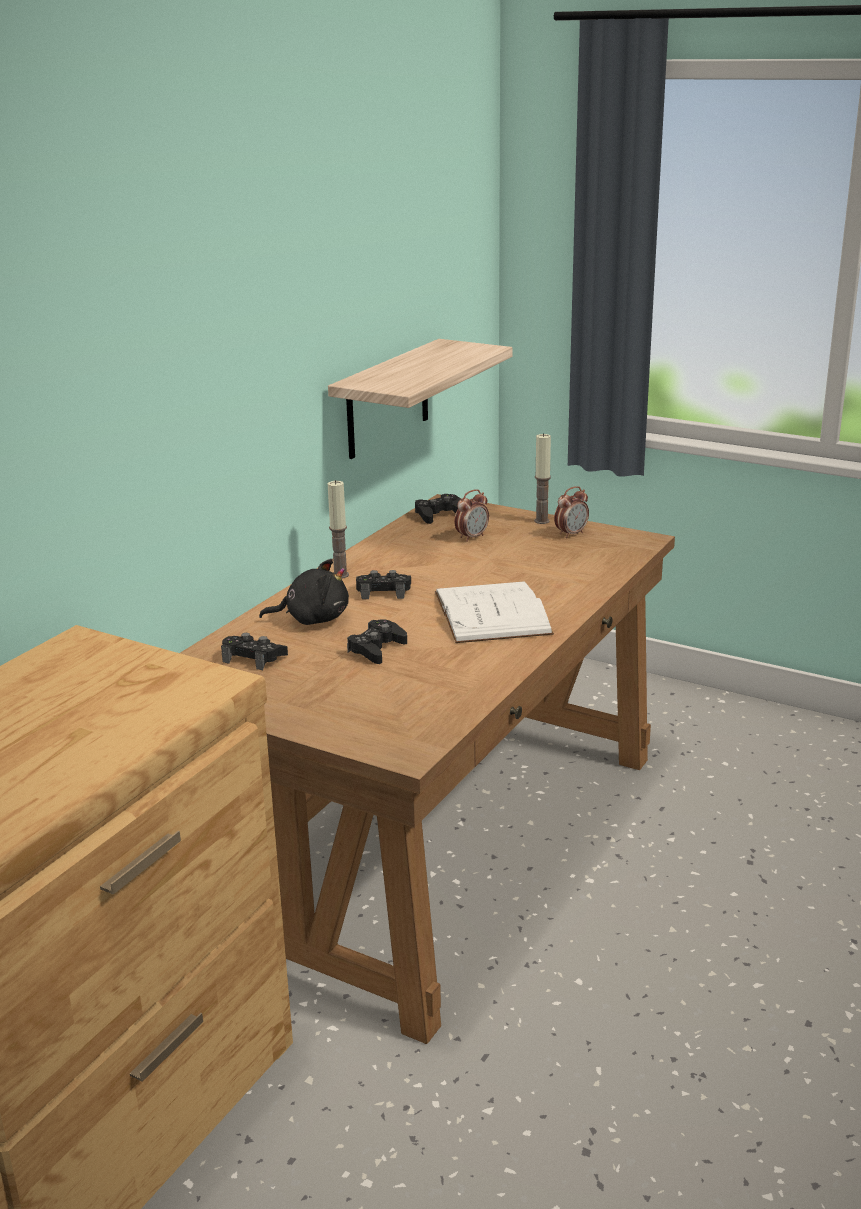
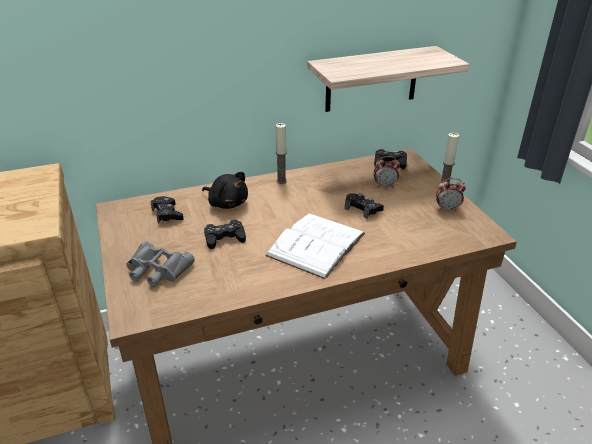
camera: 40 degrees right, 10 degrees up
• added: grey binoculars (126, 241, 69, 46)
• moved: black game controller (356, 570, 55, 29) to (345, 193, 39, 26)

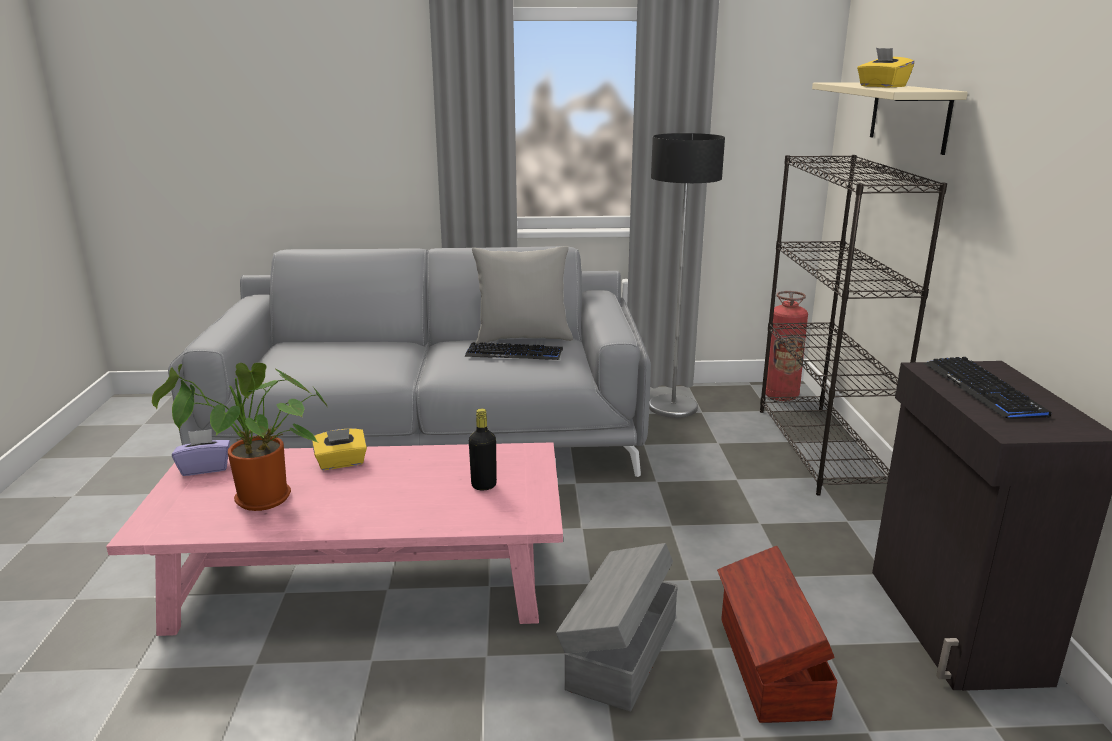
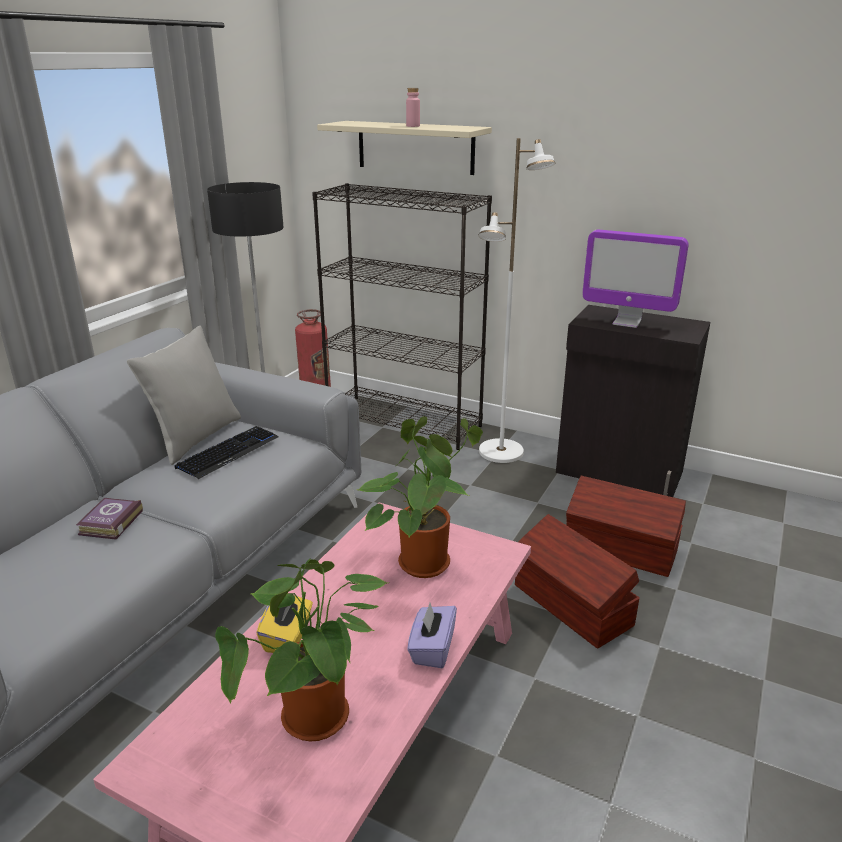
camera: 60 degrees left, 5 degrees up
• added: book (76, 498, 67, 42)
• replaced: black bottle (469, 409, 28, 81) to potted plant (357, 416, 126, 162)
• replaced: yellow tissue box (857, 48, 58, 40) to pink bottle (406, 88, 14, 39)
• moved: purple tissue box (172, 429, 58, 47) to (407, 603, 50, 65)
• added: white floor lamp (478, 138, 77, 325)
• recoloured: grey storage box (556, 543, 122, 169) to brown storage box (515, 514, 125, 135)
• replaced: keyboard (924, 357, 127, 62) to monitor (582, 230, 107, 98)

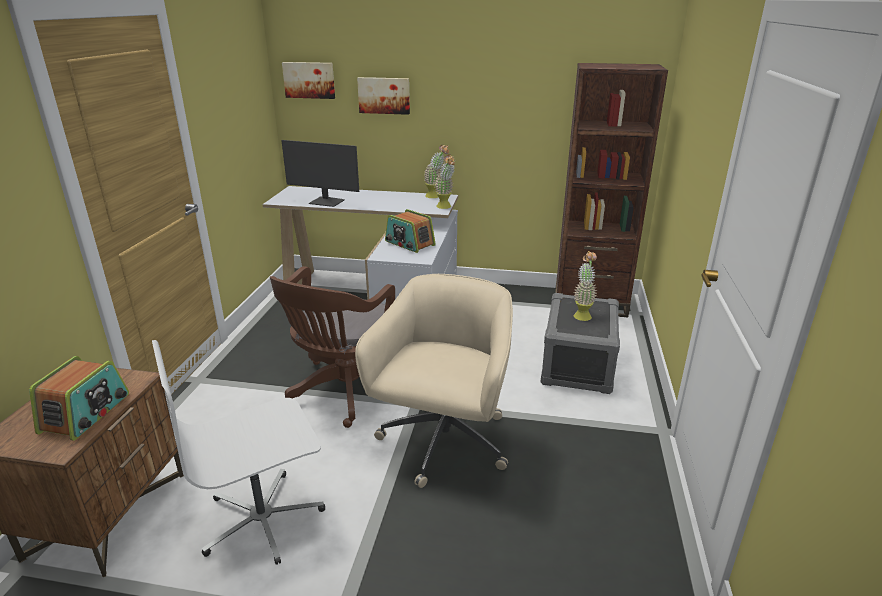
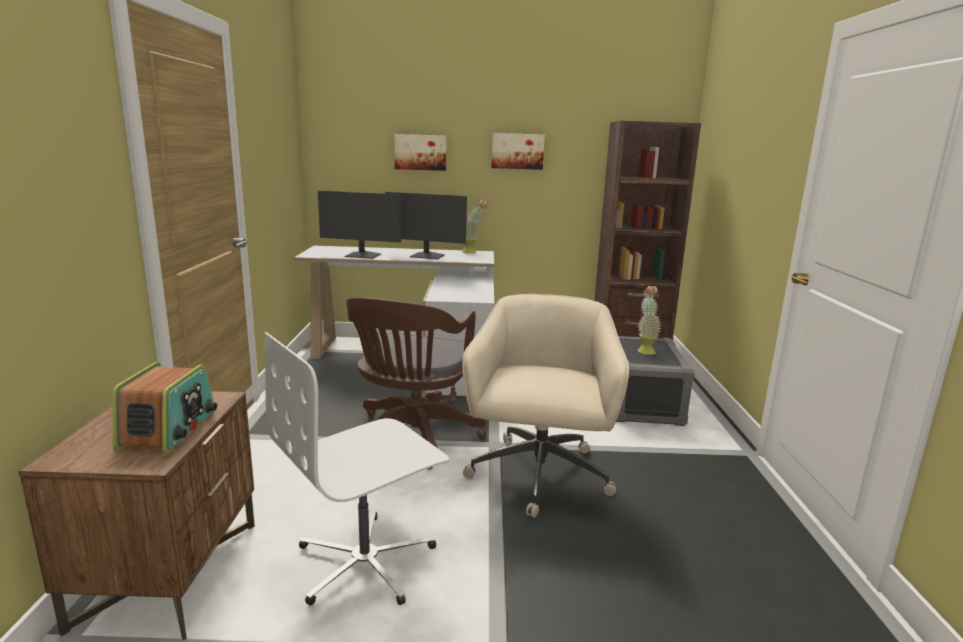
camera: 10 degrees left, 10 degrees down
• added: monitor (385, 192, 82, 67)
• moved: picture (282, 62, 53, 37) to (491, 133, 54, 37)
• removed: radio (385, 209, 51, 44)
• removed: potted plant (435, 154, 20, 55)

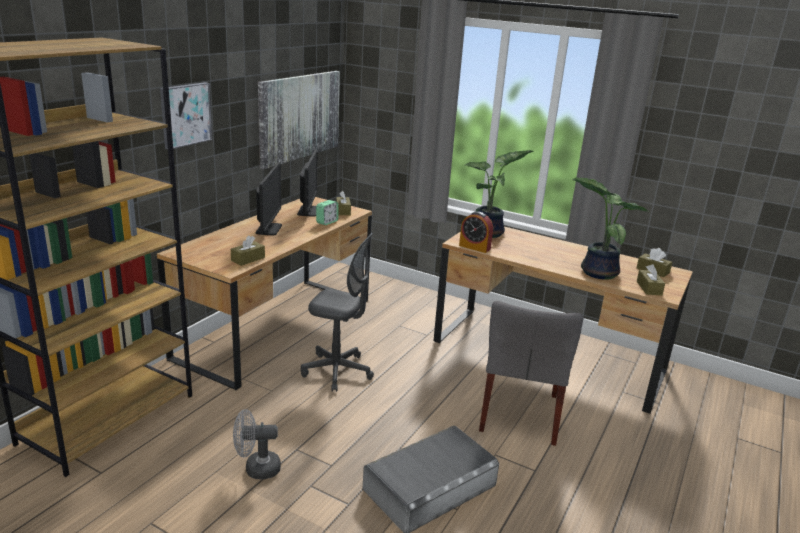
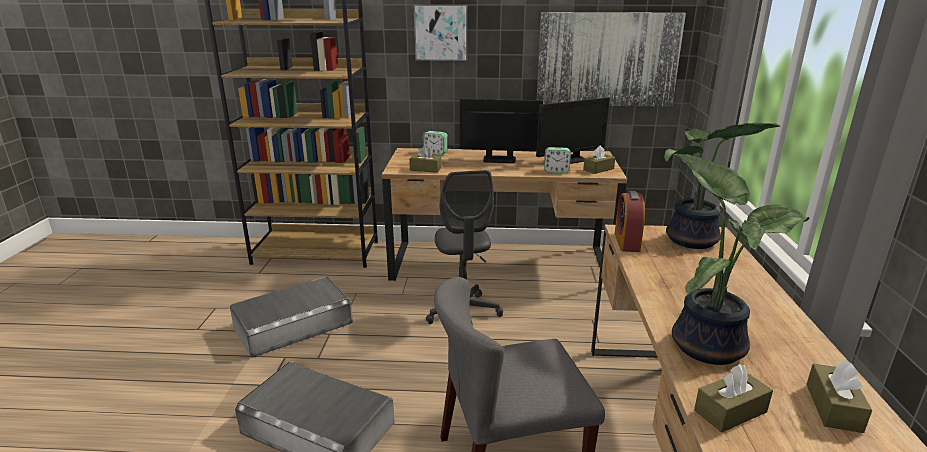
camera: 65 degrees right, 0 degrees up
• replaced: grey fan (233, 409, 48, 70) to grey storage box (230, 276, 123, 82)
• added: alarm clock (423, 131, 25, 24)
• turned: monitor (256, 162, 26, 73) = (460, 99, 83, 64) 150 degrees counterclockwise

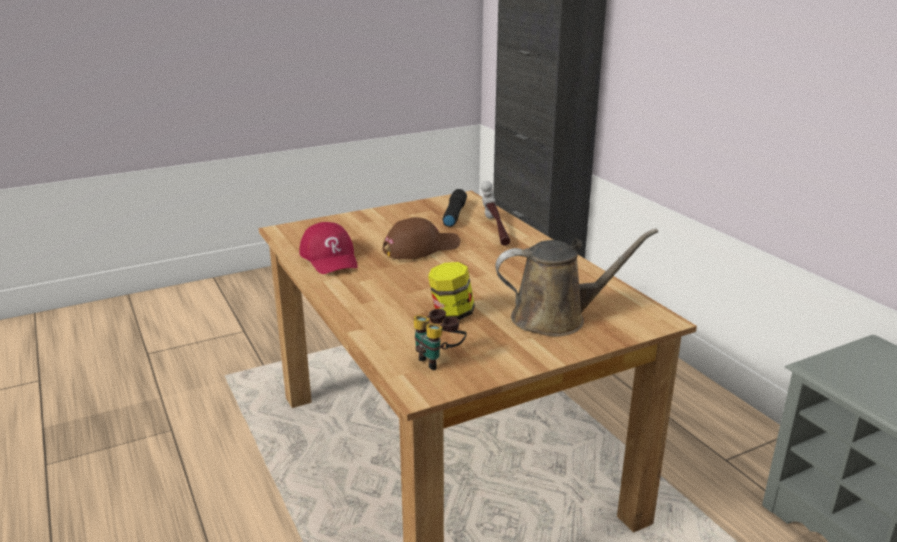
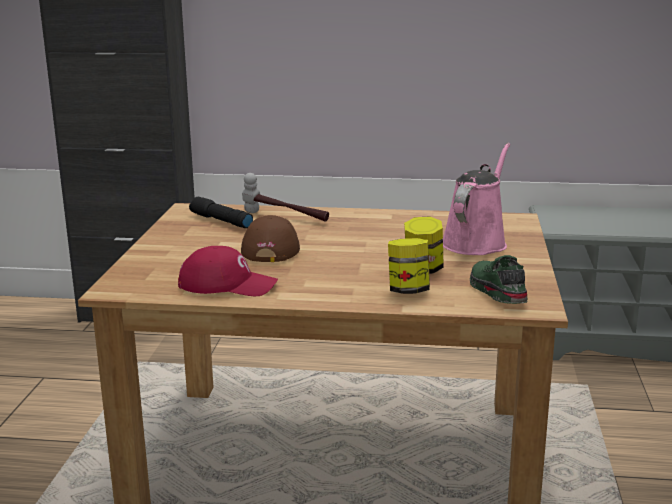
camera: 55 degrees left, 5 degrees down
• added: jar (388, 238, 42, 56)
• recoloured: brown watering can (495, 229, 163, 108) to pink watering can (443, 143, 67, 112)
• replaced: binoculars (414, 309, 52, 61) to green shoe (470, 255, 58, 49)

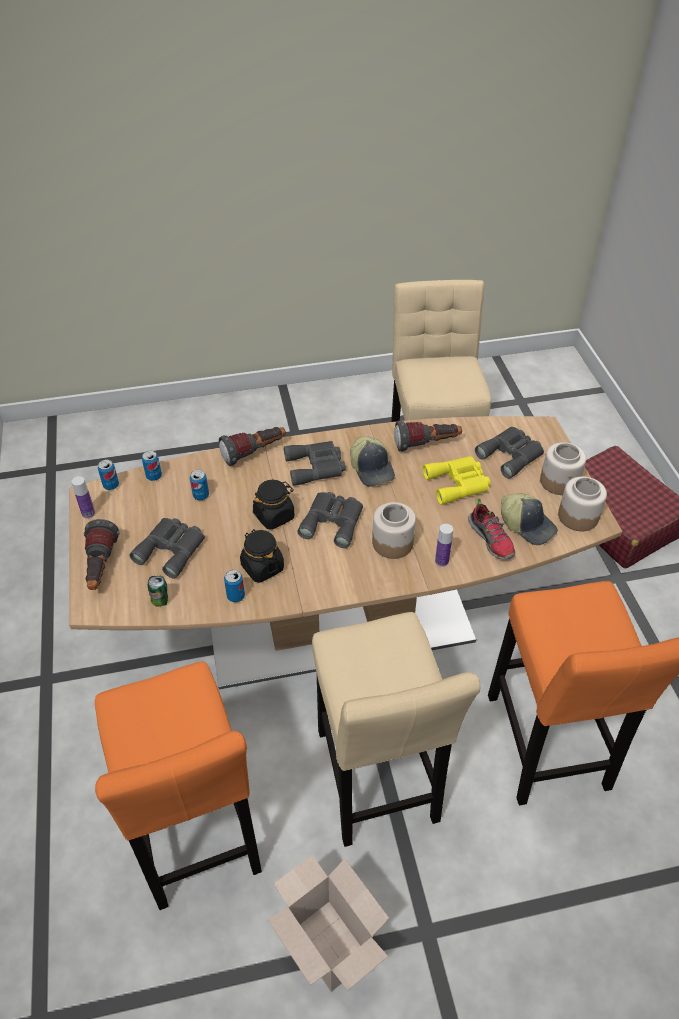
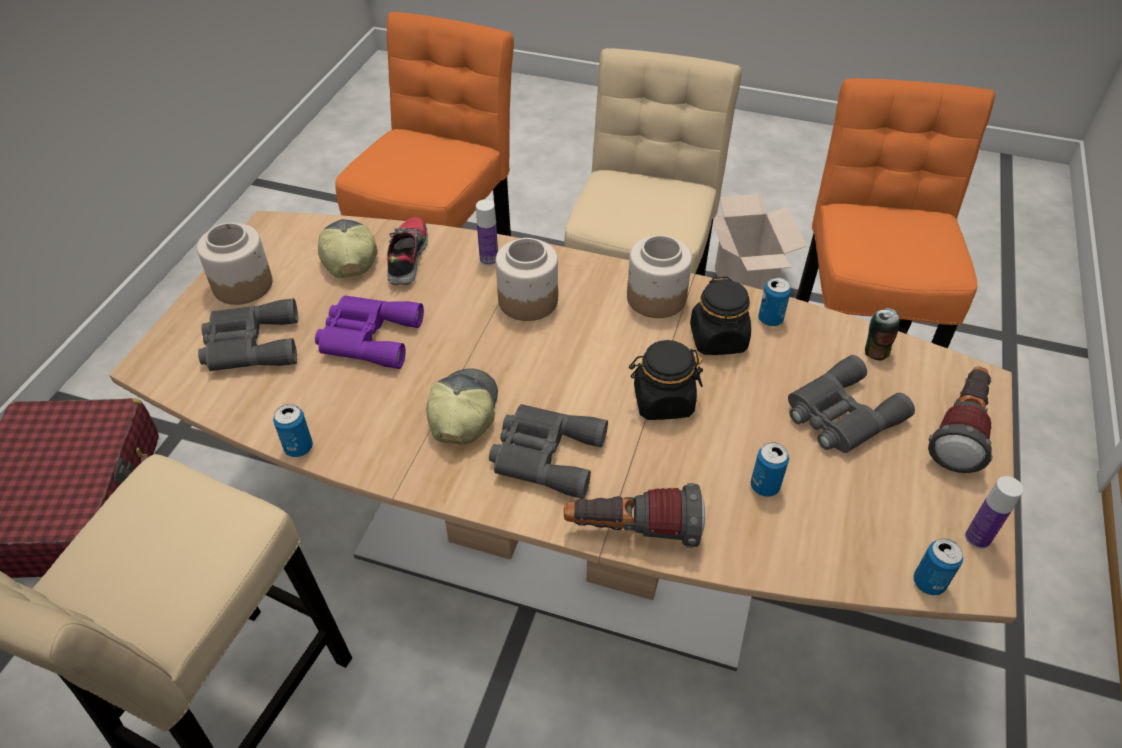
camera: 150 degrees left, 0 degrees up
• moved: can (142, 451, 20, 30) to (273, 404, 40, 53)
• recoloured: yellow binoculars (423, 456, 67, 49) to purple binoculars (315, 295, 109, 74)
• moved: jar (558, 476, 49, 55) to (627, 235, 65, 83)
• removed: grey binoculars (297, 492, 66, 56)
• removed: flashlight (394, 421, 68, 31)

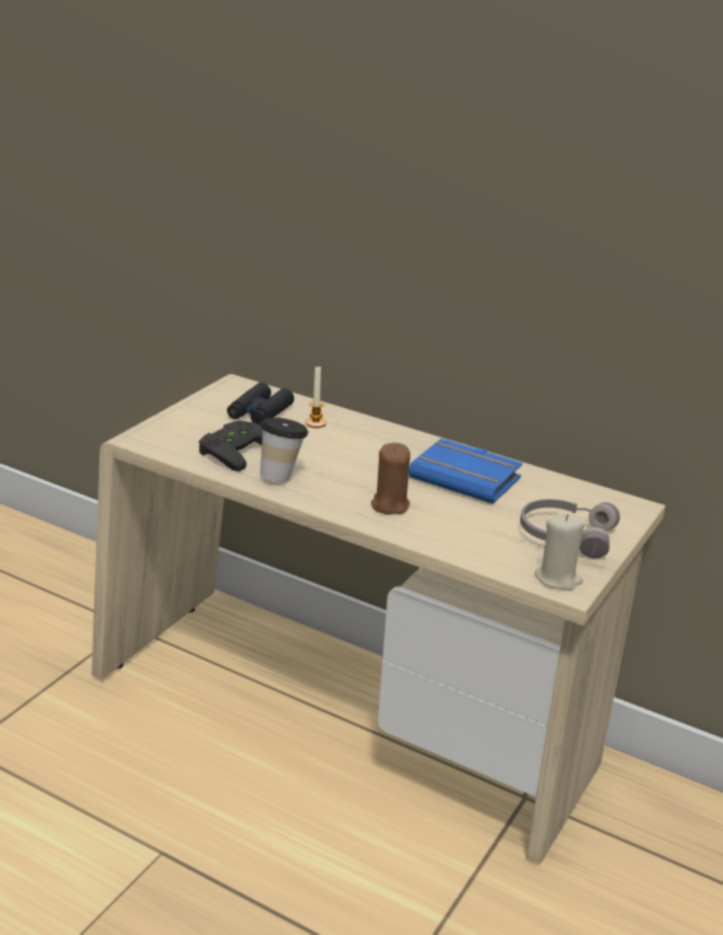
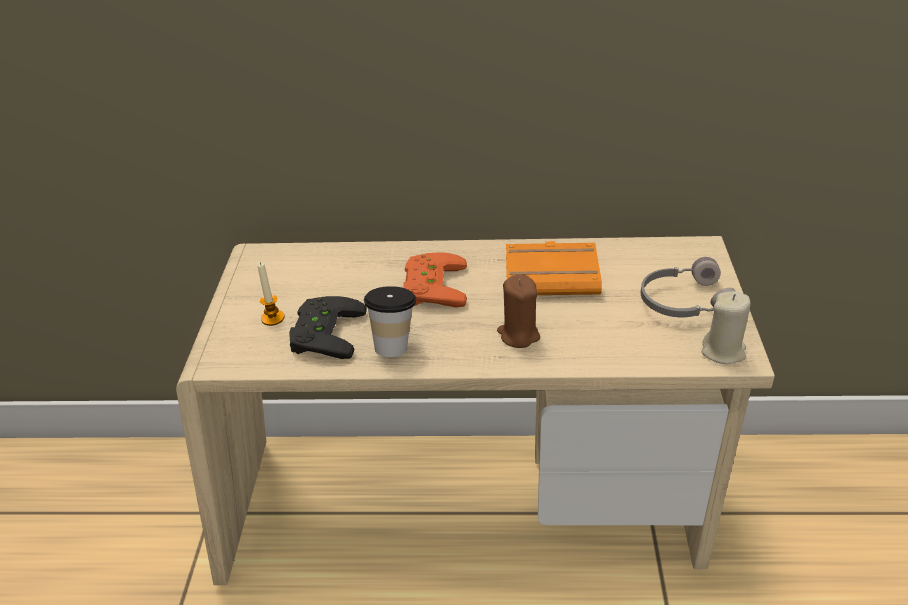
camera: 25 degrees left, 10 degrees up
• moved: candle (305, 366, 21, 62) to (257, 262, 28, 64)
• added: orange game controller (403, 252, 64, 55)
• recoloured: blue book (409, 438, 114, 66) to orange book (506, 241, 96, 54)
• removed: black binoculars (227, 382, 67, 43)

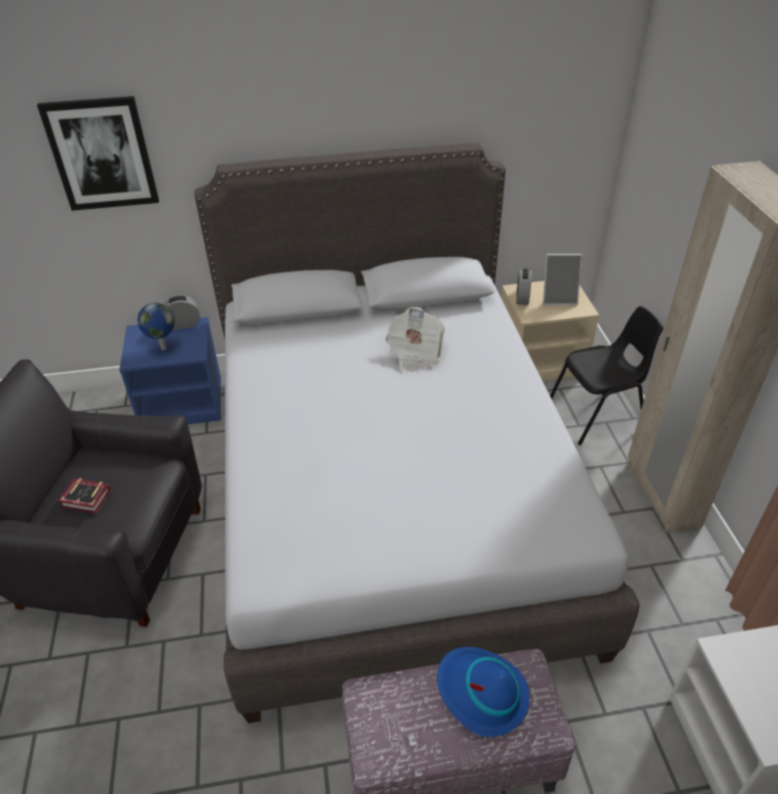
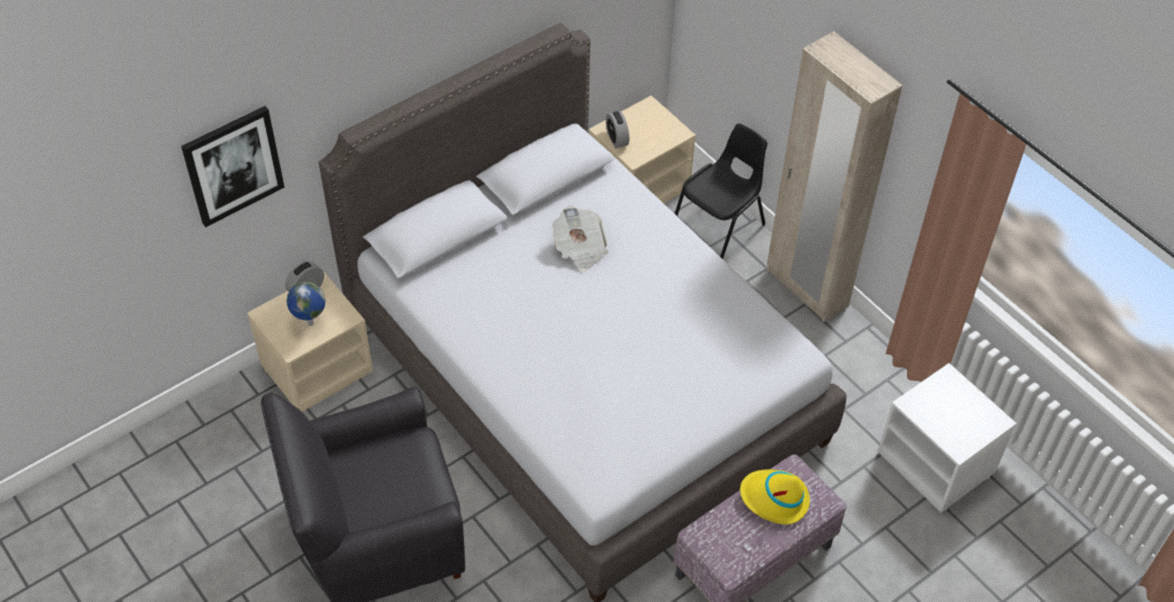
camera: 30 degrees left, 10 degrees up
• recoloured: blue nightstand (119, 317, 102, 107) to beige nightstand (247, 272, 126, 140)
• recoloured: blue hat (437, 647, 93, 90) to yellow hat (740, 469, 70, 55)
• removed: book (58, 478, 54, 36)
• removed: picture frame (543, 254, 39, 52)

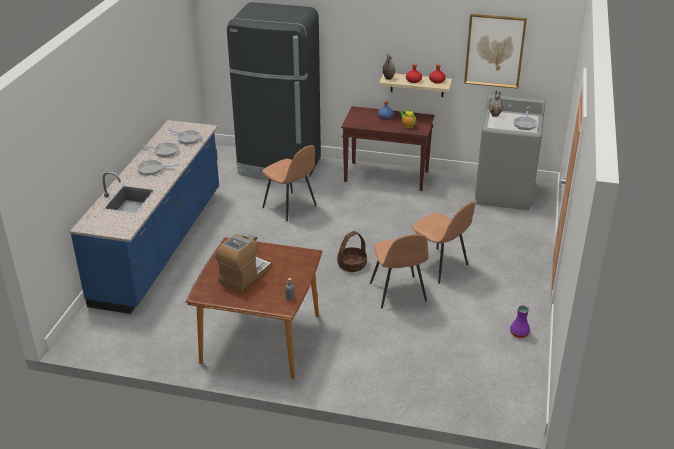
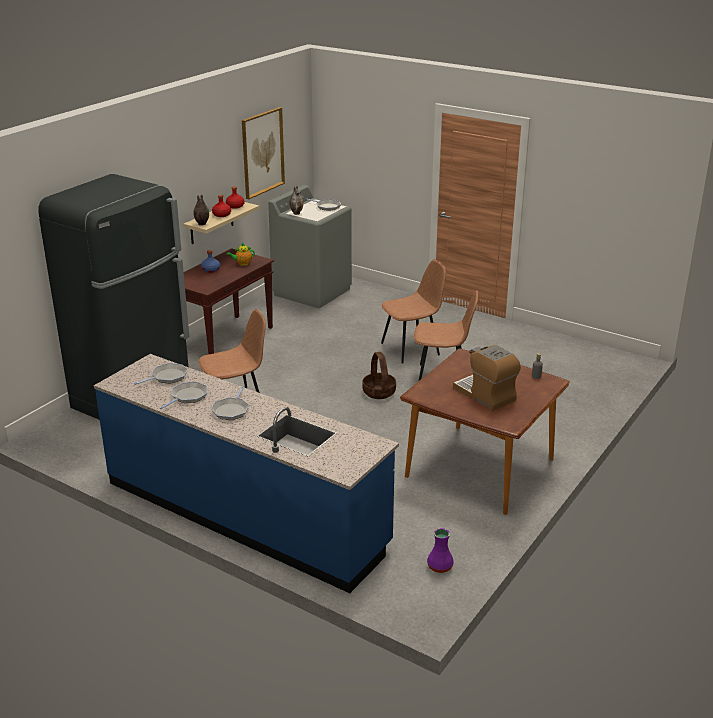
camera: 70 degrees left, 5 degrees down
• moved: purple vase (510, 305, 20, 33) to (427, 528, 27, 45)

